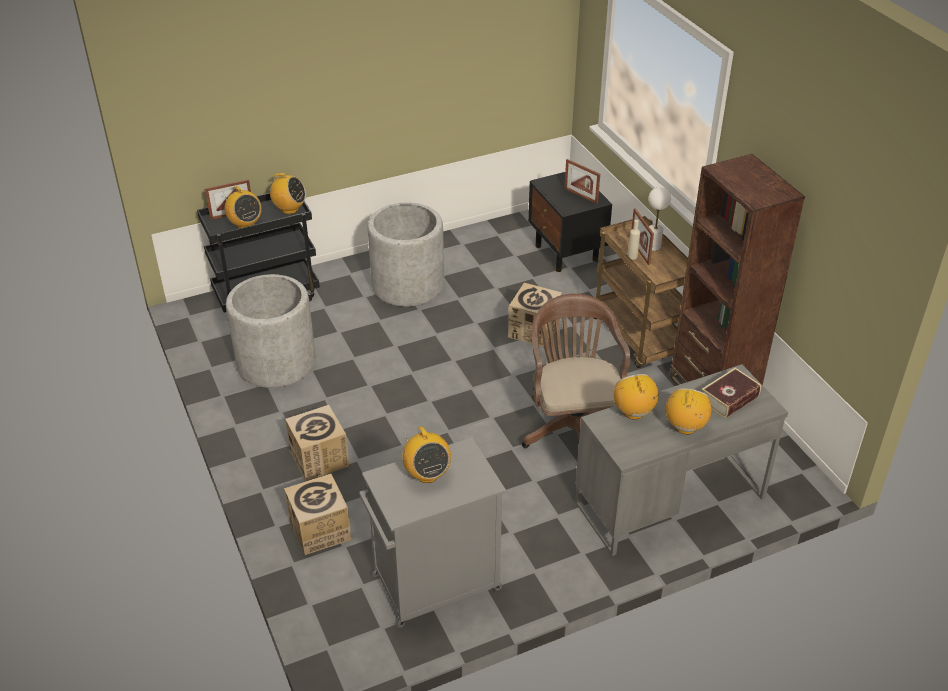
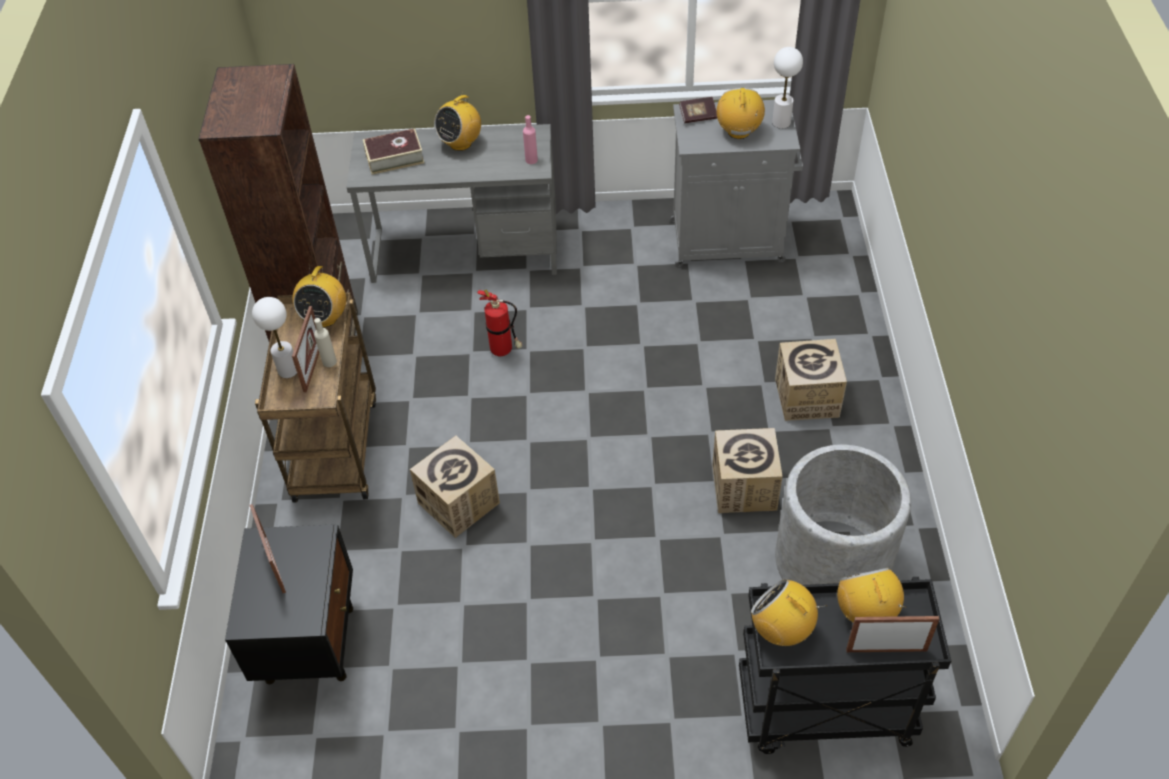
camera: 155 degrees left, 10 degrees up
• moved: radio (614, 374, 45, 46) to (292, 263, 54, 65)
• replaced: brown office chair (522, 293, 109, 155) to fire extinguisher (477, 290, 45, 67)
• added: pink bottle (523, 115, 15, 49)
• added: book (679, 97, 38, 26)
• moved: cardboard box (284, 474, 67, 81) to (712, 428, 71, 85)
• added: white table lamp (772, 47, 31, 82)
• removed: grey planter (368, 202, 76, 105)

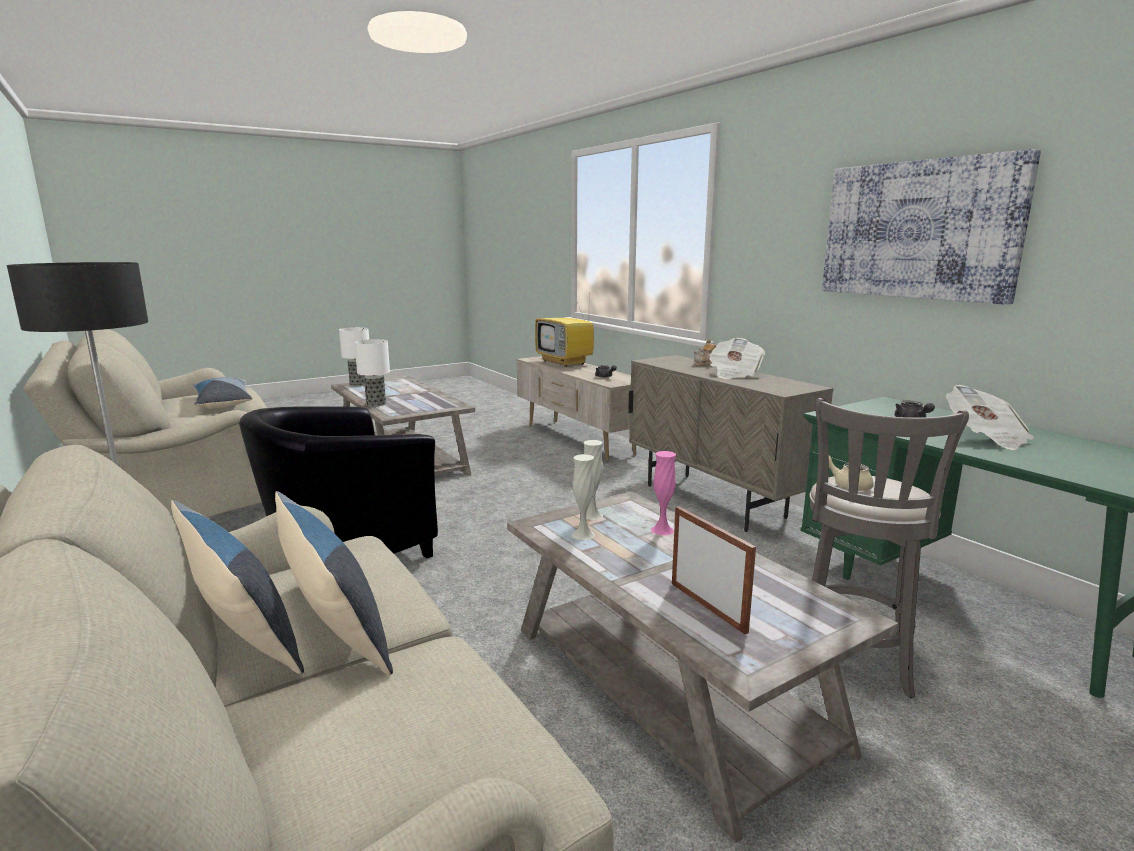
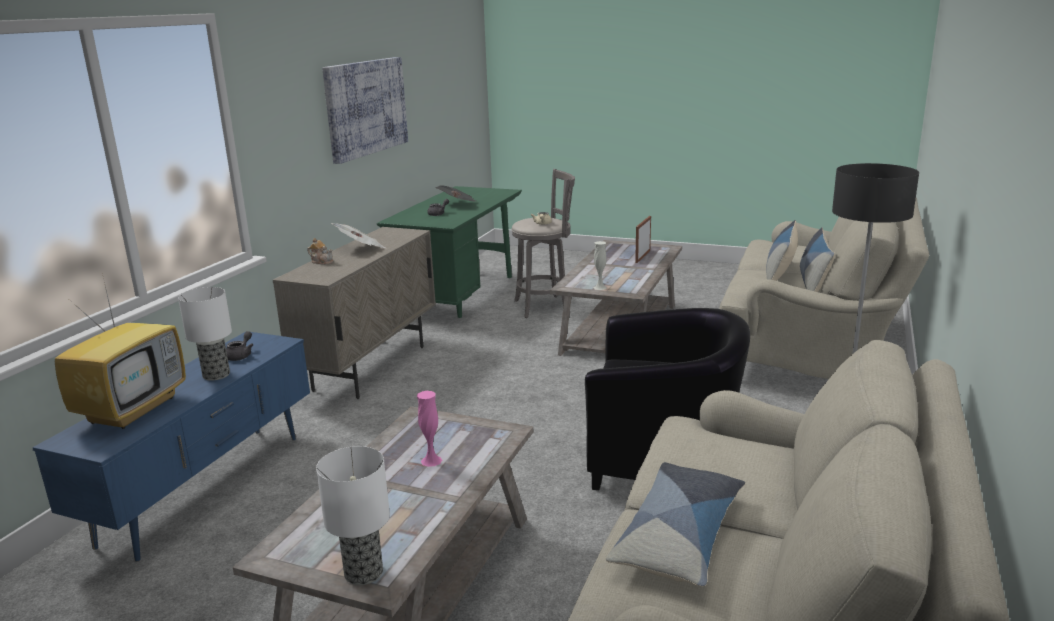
camera: 125 degrees left, 5 degrees up
• recoloured: beige tv stand (516, 356, 120, 106) to blue tv stand (33, 332, 277, 230)
• moved: table lamp (354, 339, 36, 68) to (178, 287, 54, 94)
• moved: pink vase (651, 451, 25, 84) to (417, 391, 25, 76)
• removed: white vase (572, 454, 23, 86)

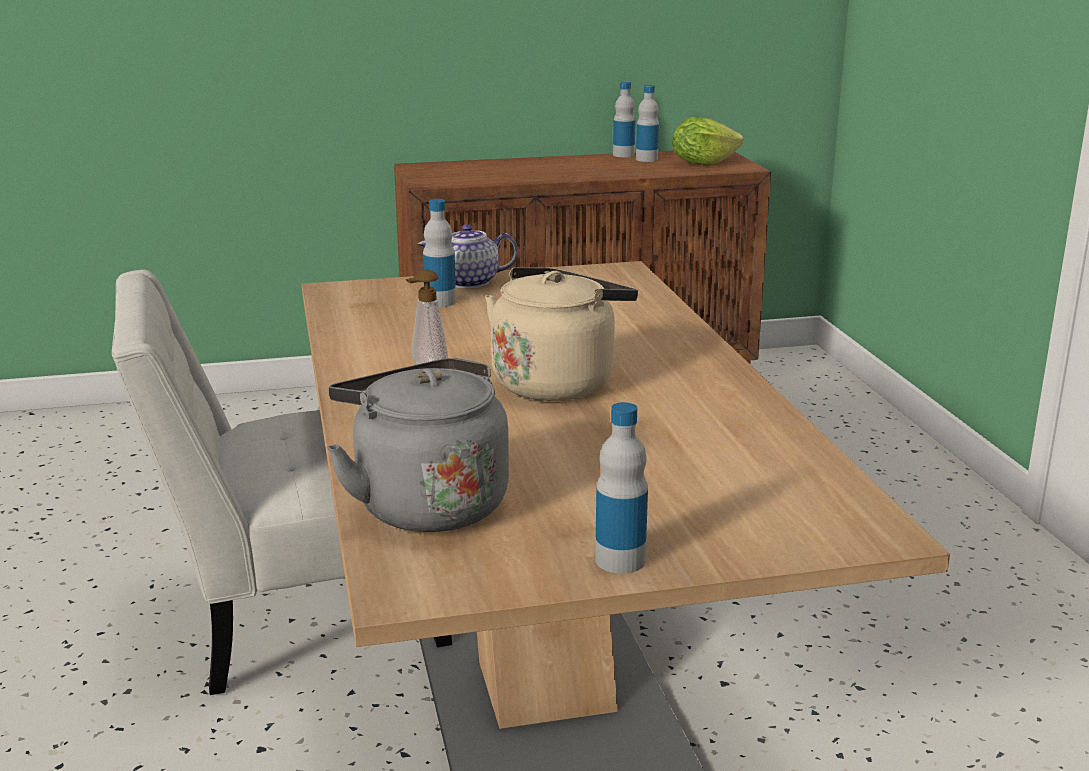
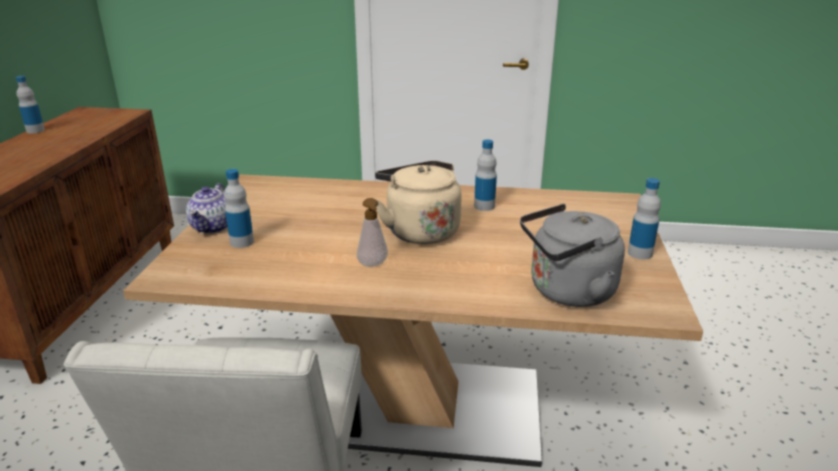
camera: 70 degrees left, 5 degrees up
• moved: bottle (636, 85, 23, 77) to (474, 139, 23, 72)
• removed: lettuce (672, 117, 71, 49)

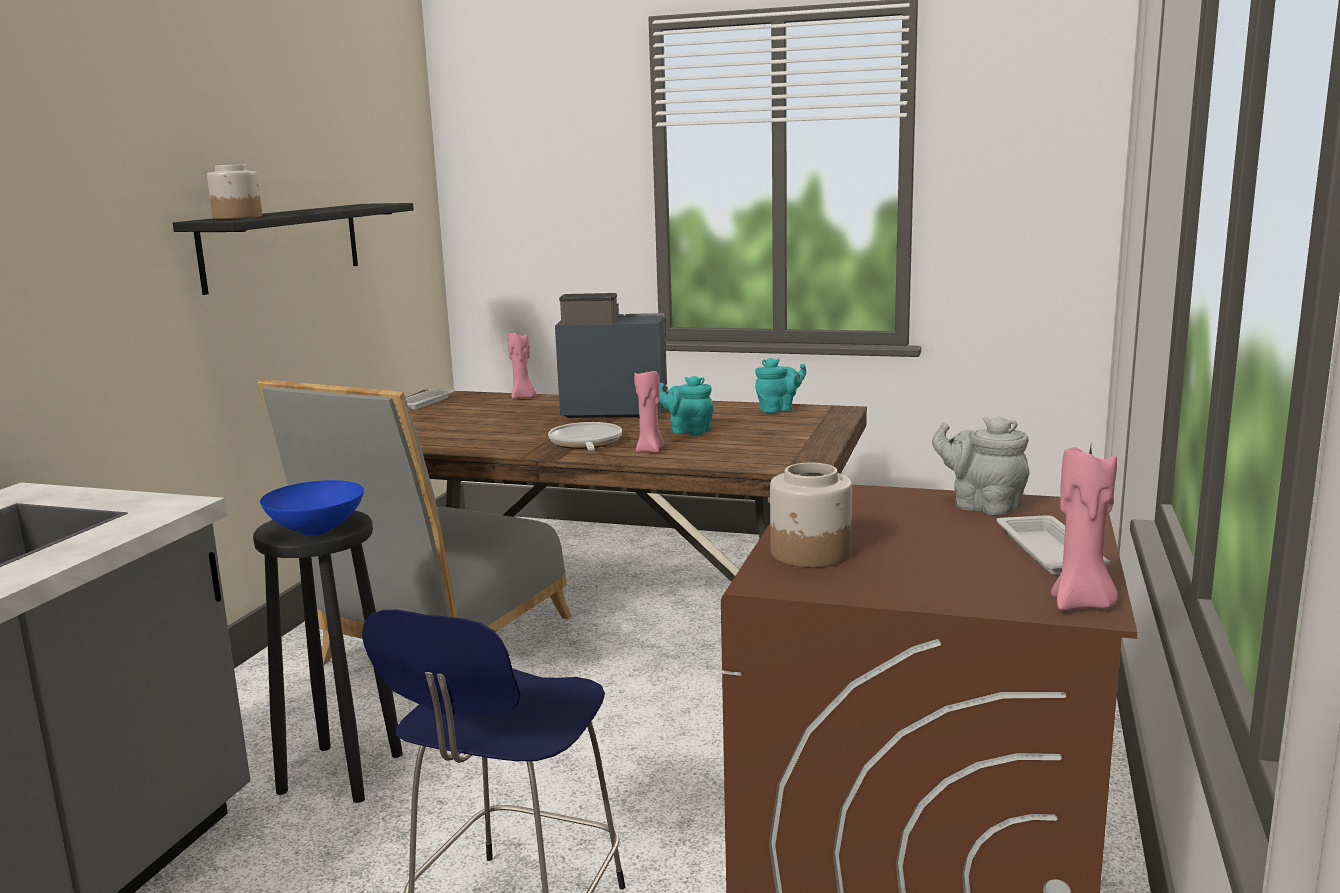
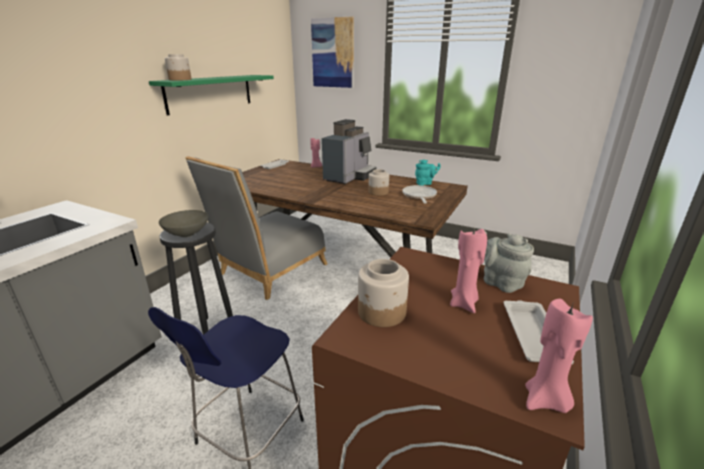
camera: 10 degrees right, 10 degrees up
• recoloured: black shelf (173, 203, 241, 92) to green shelf (149, 75, 125, 40)
• recoloured: blue bowl (260, 480, 104, 55) to grey bowl (159, 210, 49, 27)
• added: picture (311, 16, 43, 72)
• turned: coffee machine (555, 293, 112, 125) = (322, 119, 54, 65) 105 degrees clockwise
• replaced: turquoise teapot (659, 376, 55, 59) to jar (368, 169, 21, 27)
• moved: frying pan (548, 422, 74, 29) to (403, 185, 34, 19)
• moved: pink candle (634, 367, 30, 86) to (450, 228, 37, 85)

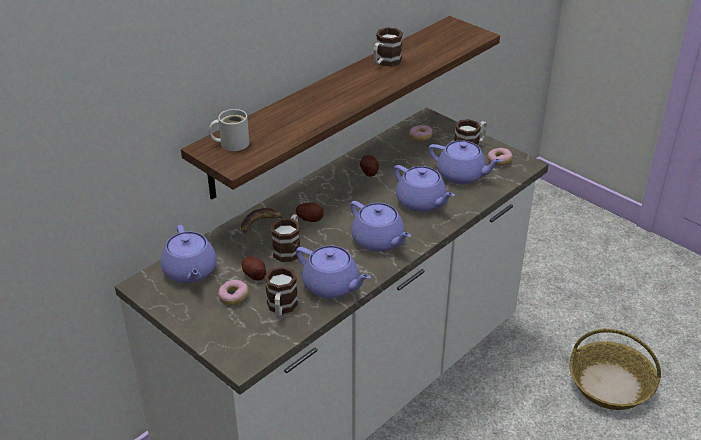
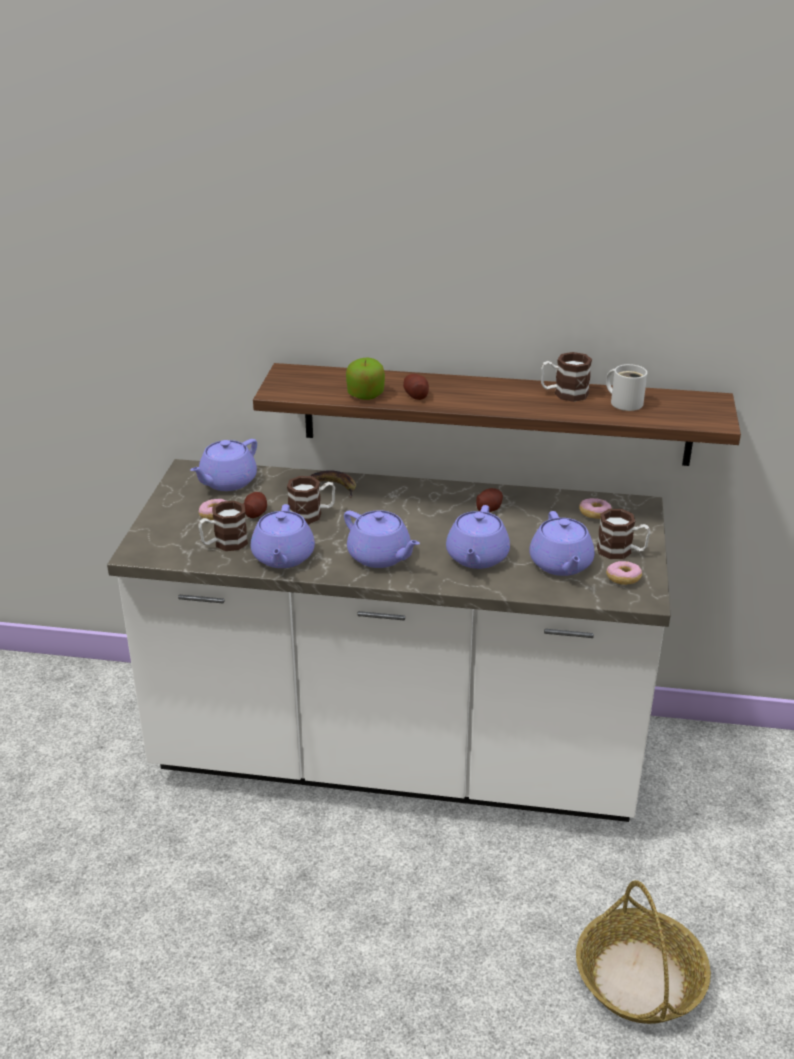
camera: 55 degrees right, 5 degrees down
• turned: purple teapot (350, 201, 61, 51) = (344, 510, 76, 58) 60 degrees counterclockwise
• added: apple (346, 357, 39, 43)
• moved: potato (296, 202, 28, 20) to (403, 374, 26, 26)
• moved: white mug (209, 109, 40, 42) to (606, 364, 41, 47)

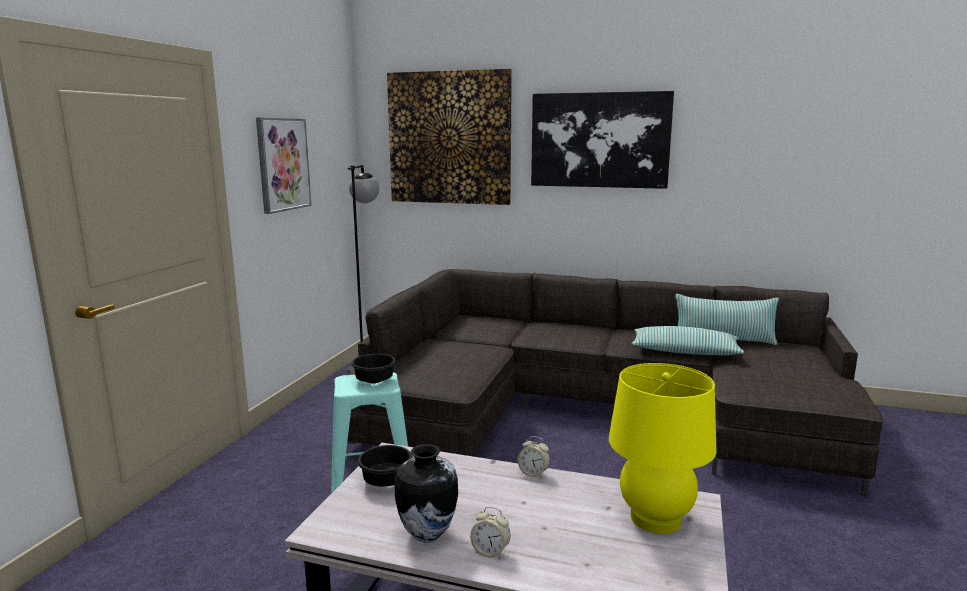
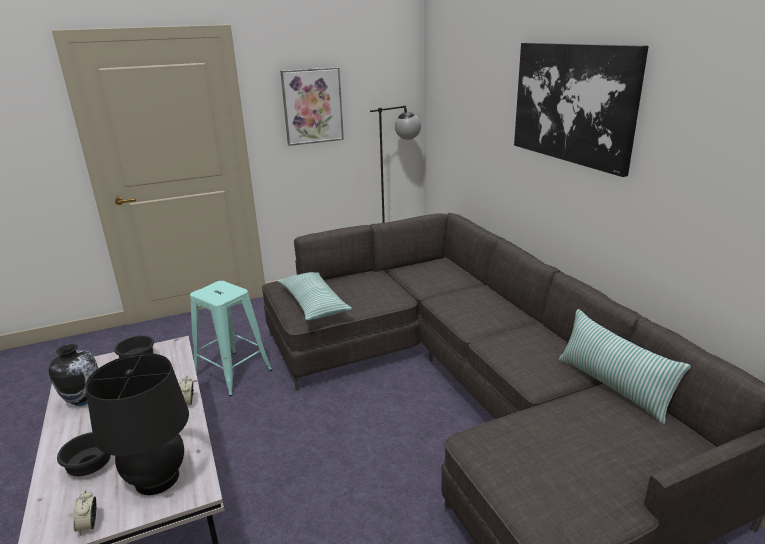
camera: 50 degrees right, 10 degrees up
• moved: black bowl (351, 354, 45, 29) to (57, 432, 54, 44)
• moved: alarm clock (470, 507, 40, 52) to (73, 490, 24, 45)
• recoloured: yellow table lamp (609, 363, 107, 171) to black table lamp (85, 353, 104, 142)
• moved: pillow (632, 326, 112, 29) to (278, 272, 74, 48)
• removed: picture (387, 69, 125, 136)

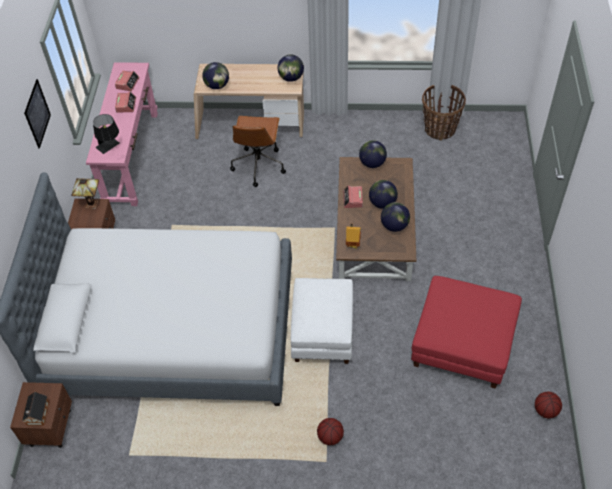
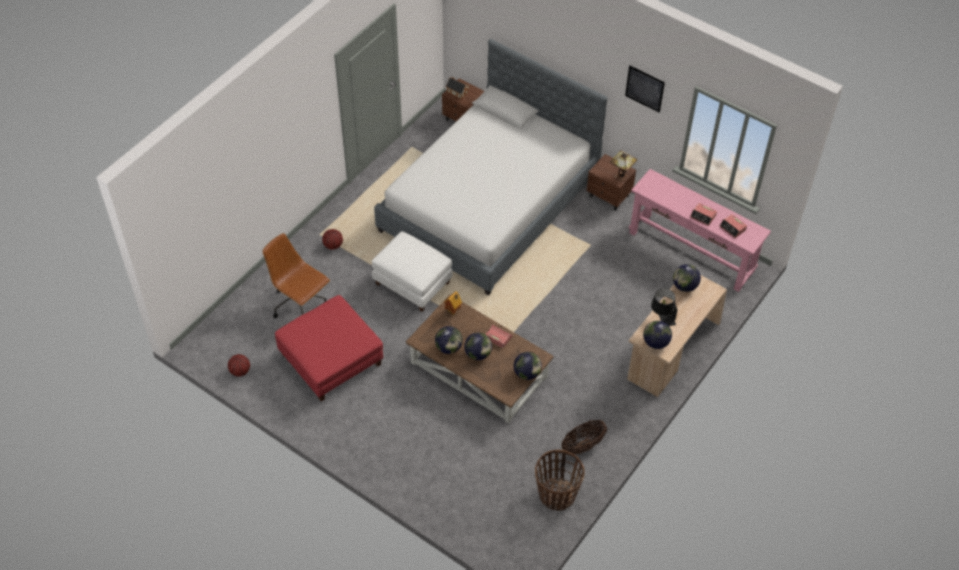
camera: 120 degrees right, 0 degrees up
• moved: brown office chair (230, 116, 56, 71) to (263, 233, 67, 85)
• added: basket (561, 420, 46, 35)
• moved: black table lamp (93, 114, 27, 40) to (651, 288, 27, 38)

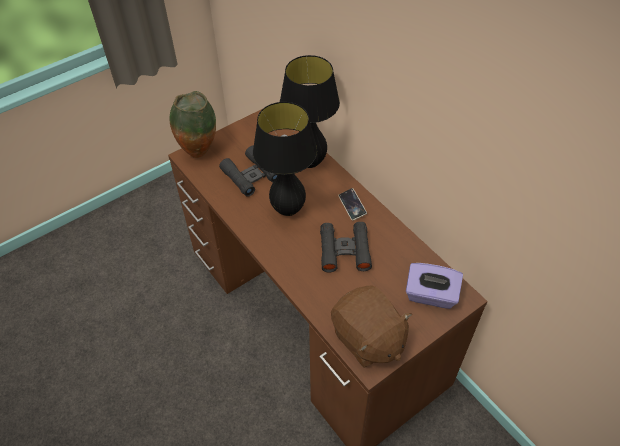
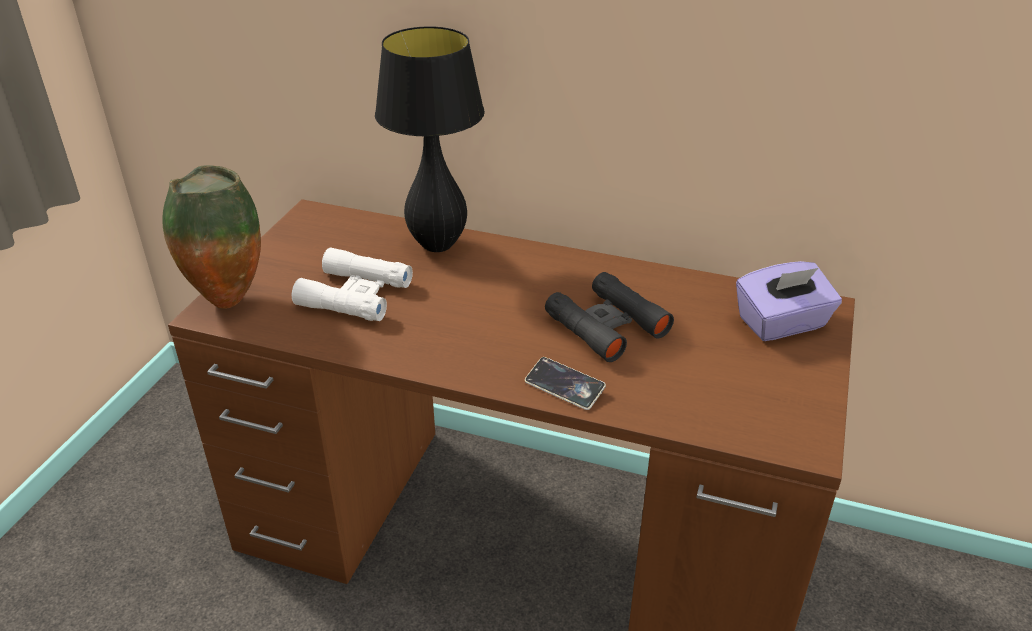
camera: 35 degrees left, 15 degrees down
• recoloured: black binoculars (219, 145, 59, 52) to white binoculars (292, 247, 121, 74)
• moved: phone (338, 188, 29, 33) to (525, 357, 81, 53)
• removed: black table lamp (253, 102, 64, 114)
• removed: brown plush toy (331, 285, 81, 83)

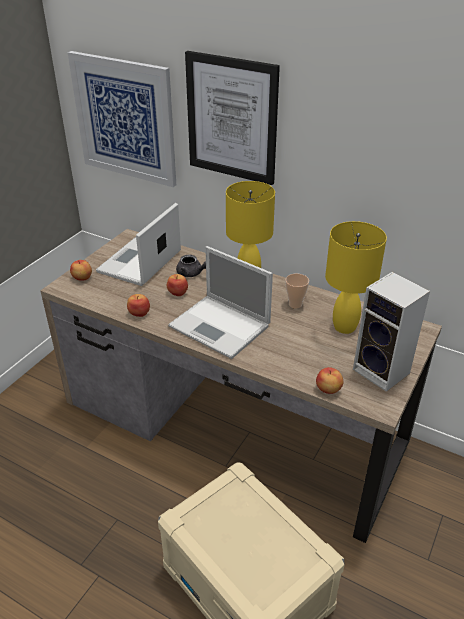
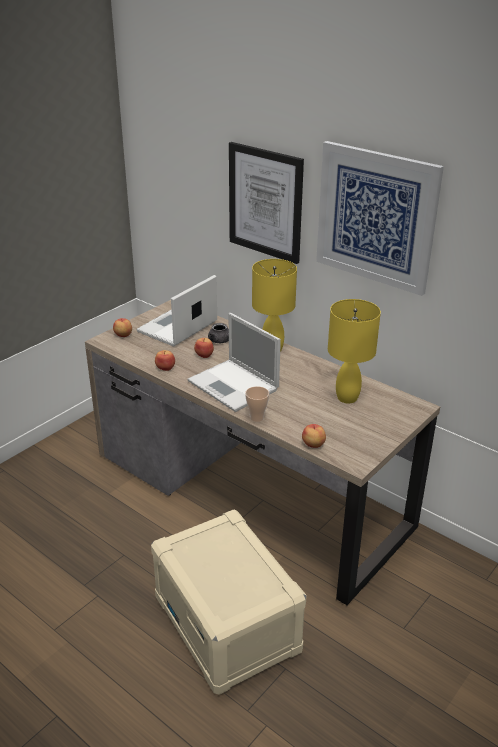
camera: 10 degrees right, 5 degrees down
• moved: cup (285, 274, 24, 34) to (245, 386, 24, 36)
• moved: picture (67, 51, 109, 136) to (316, 141, 128, 155)
• removed: speaker (353, 272, 77, 120)

